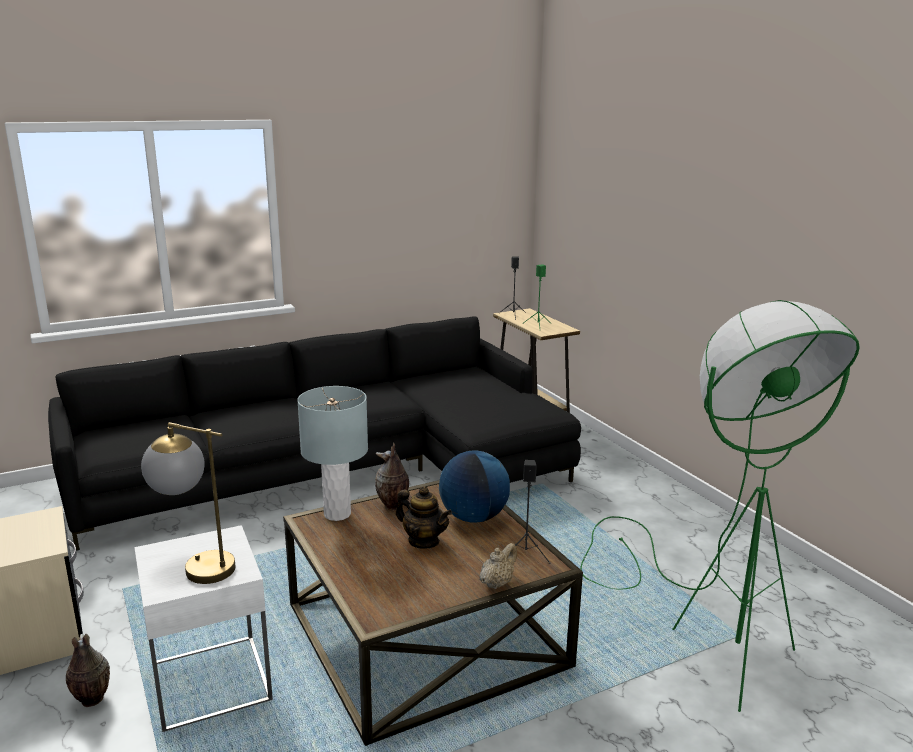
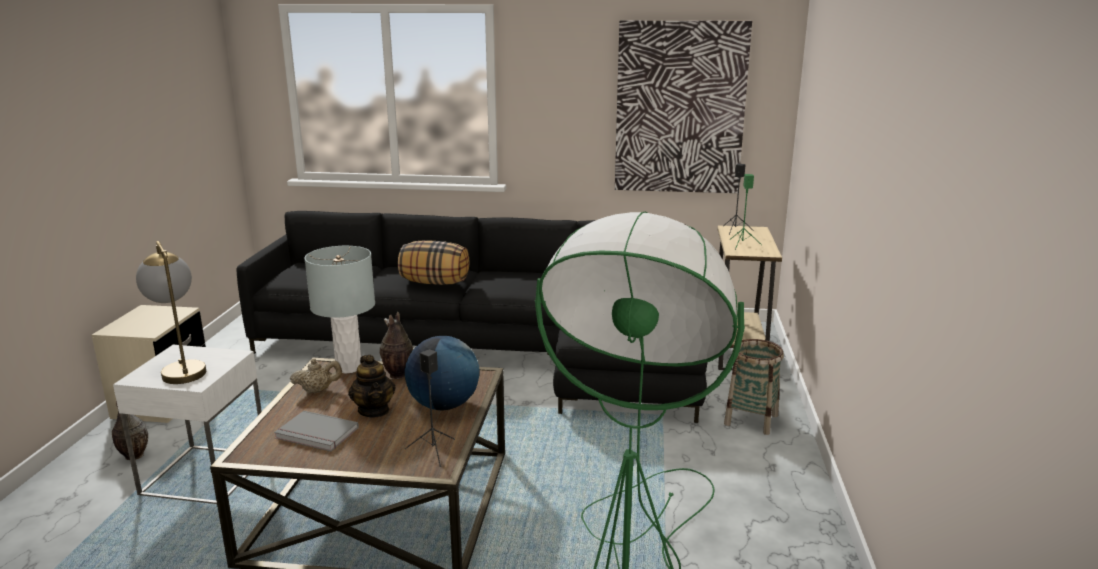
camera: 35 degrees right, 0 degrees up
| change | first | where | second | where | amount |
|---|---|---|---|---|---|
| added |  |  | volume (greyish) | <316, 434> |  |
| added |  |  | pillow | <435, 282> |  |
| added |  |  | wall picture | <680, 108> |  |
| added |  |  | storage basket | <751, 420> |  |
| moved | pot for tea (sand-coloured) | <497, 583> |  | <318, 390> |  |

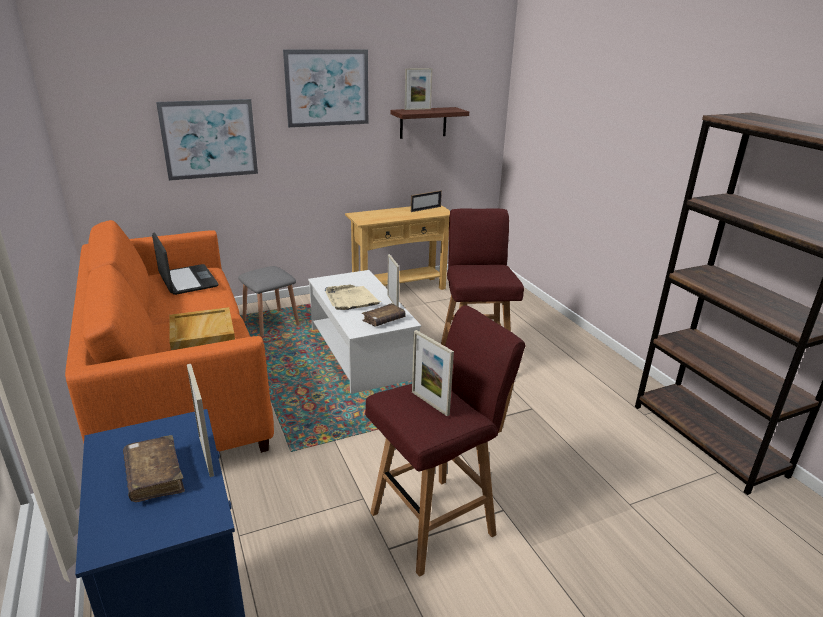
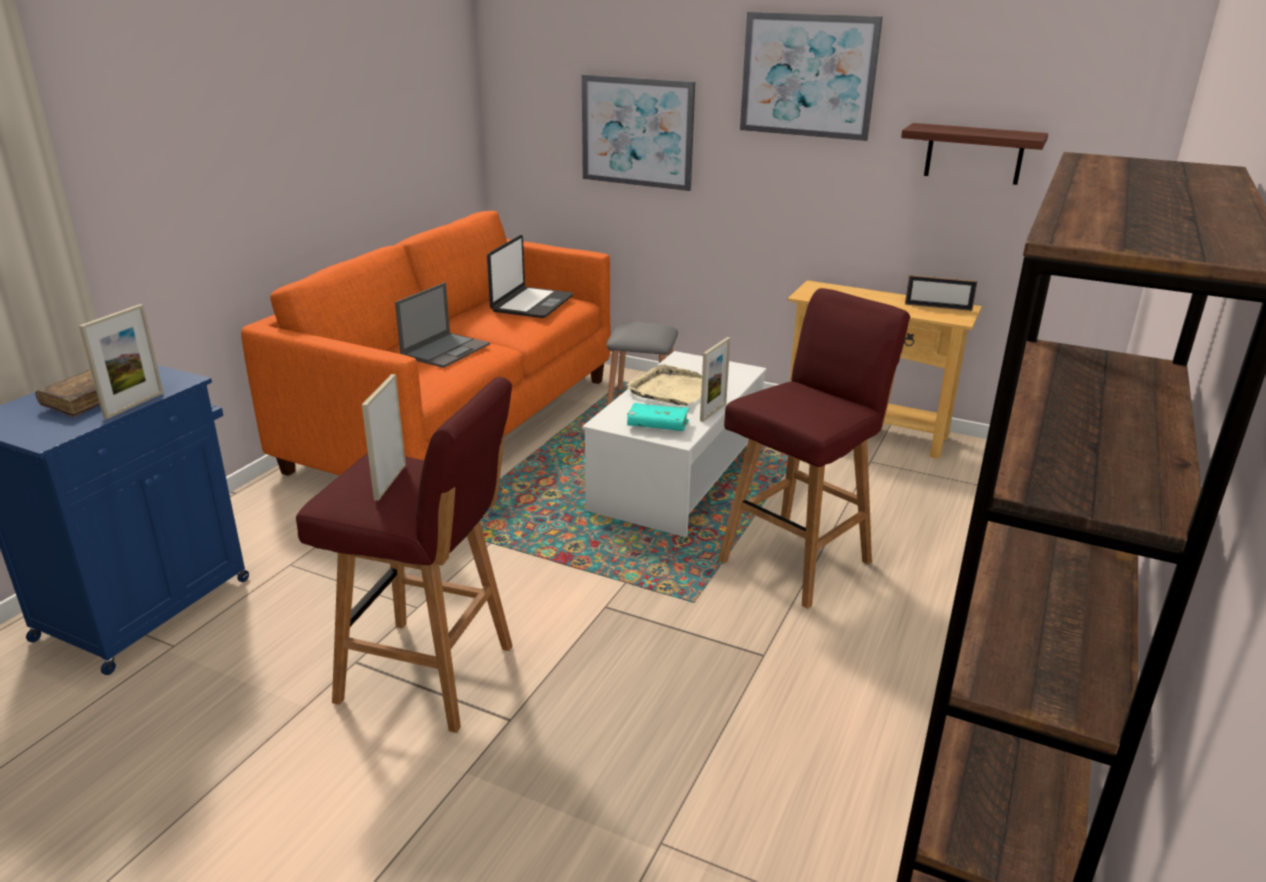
camera: 50 degrees right, 0 degrees up
| change | first | where | second | where | amount |
|---|---|---|---|---|---|
| removed | photo frame | <417, 109> |  |  |  |
| replaced | carrying tray (sand-coloured) | <201, 330> | laptop | <446, 350> |  |
| recoloured | volume (brown) | <383, 320> | volume (blue-green) | <657, 425> |  |

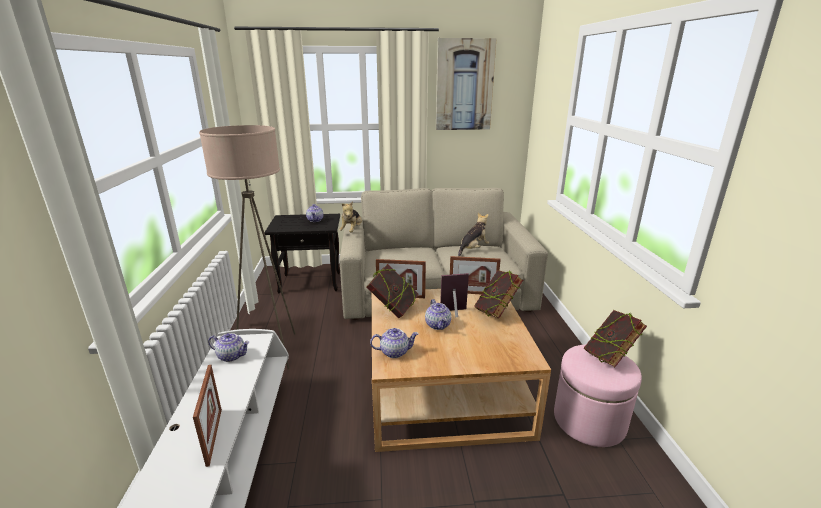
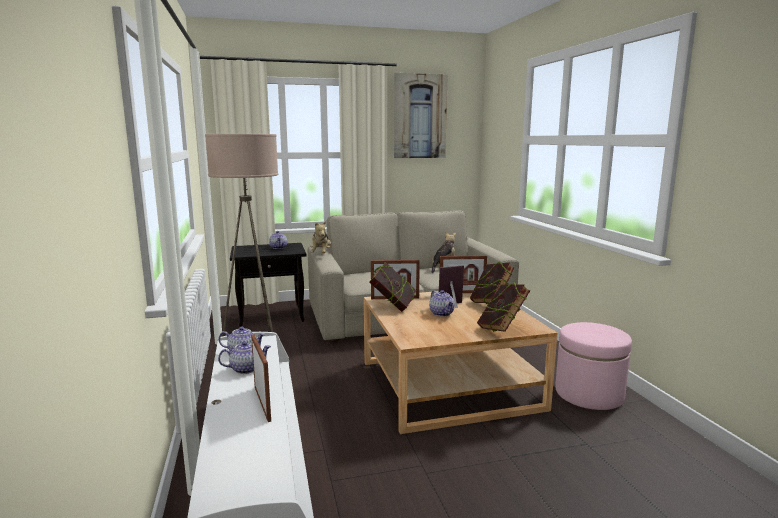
camera: 10 degrees left, 10 degrees down
| change | first | where | second | where | amount |
|---|---|---|---|---|---|
| moved | pot for tea | <394, 352> |  | <246, 369> |  |
| moved | volume | <609, 358> |  | <501, 330> |  |

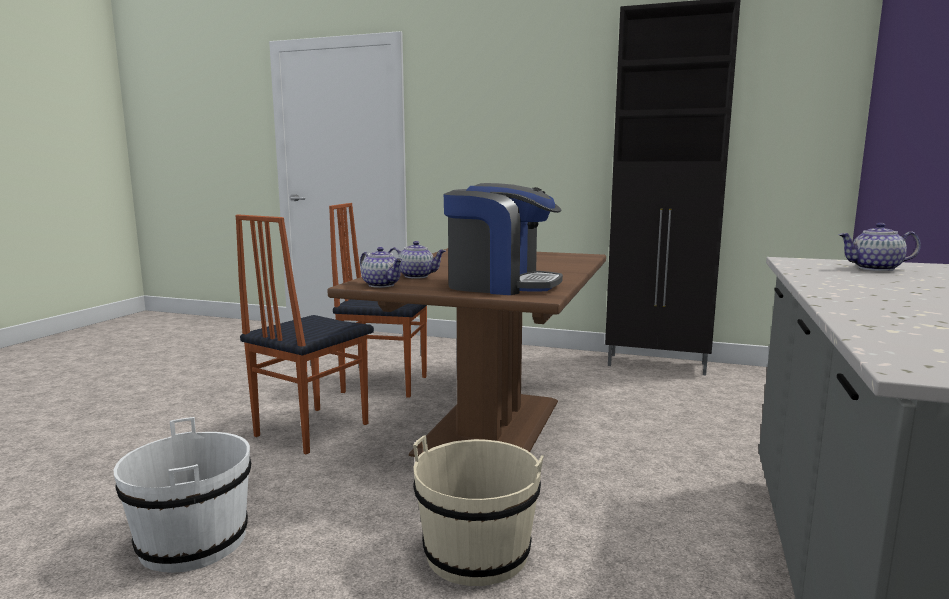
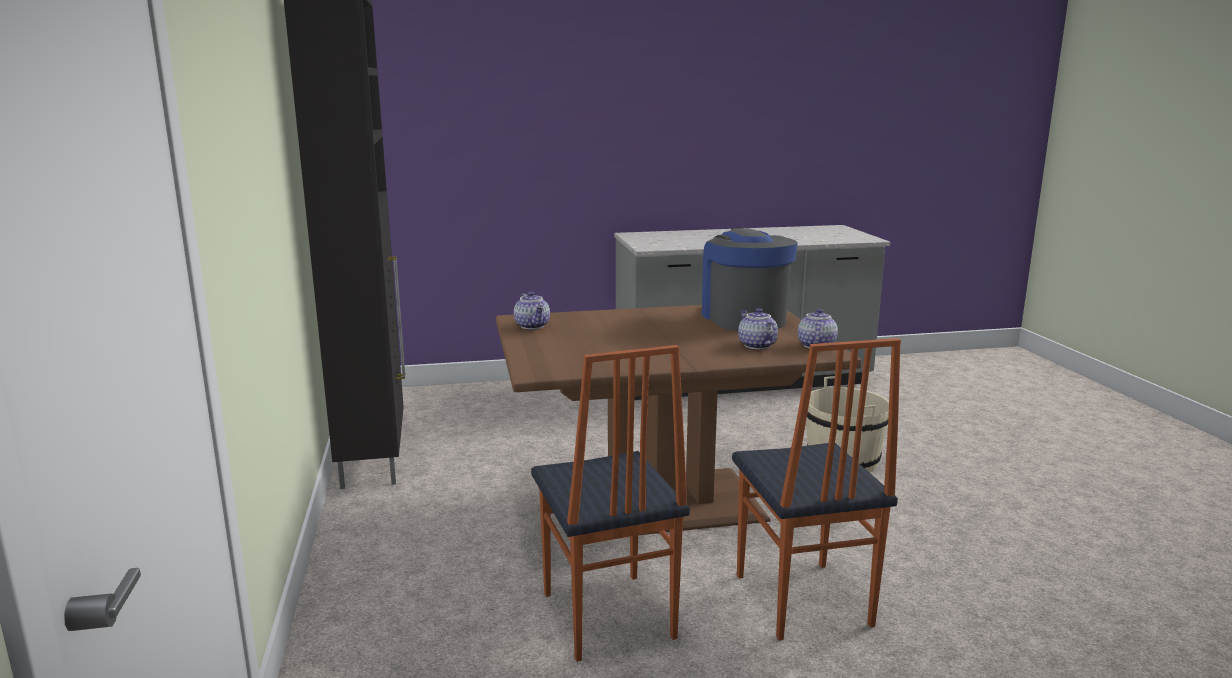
camera: 120 degrees left, 5 degrees up
| change | first | where | second | where | amount |
|---|---|---|---|---|---|
| removed | pail (whitish) | <193, 542> |  |  |  |
| moved | pot for tea | <875, 269> |  | <533, 326> |  |
| turned | upright chair | <310, 430> |  | <800, 601> | 75 degrees clockwise |

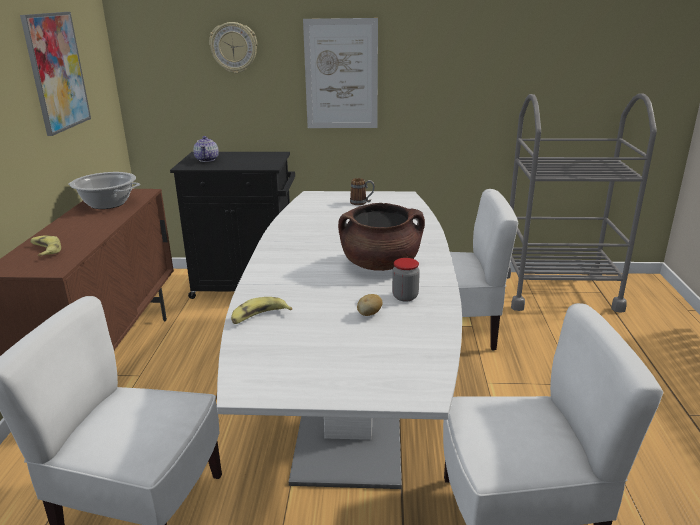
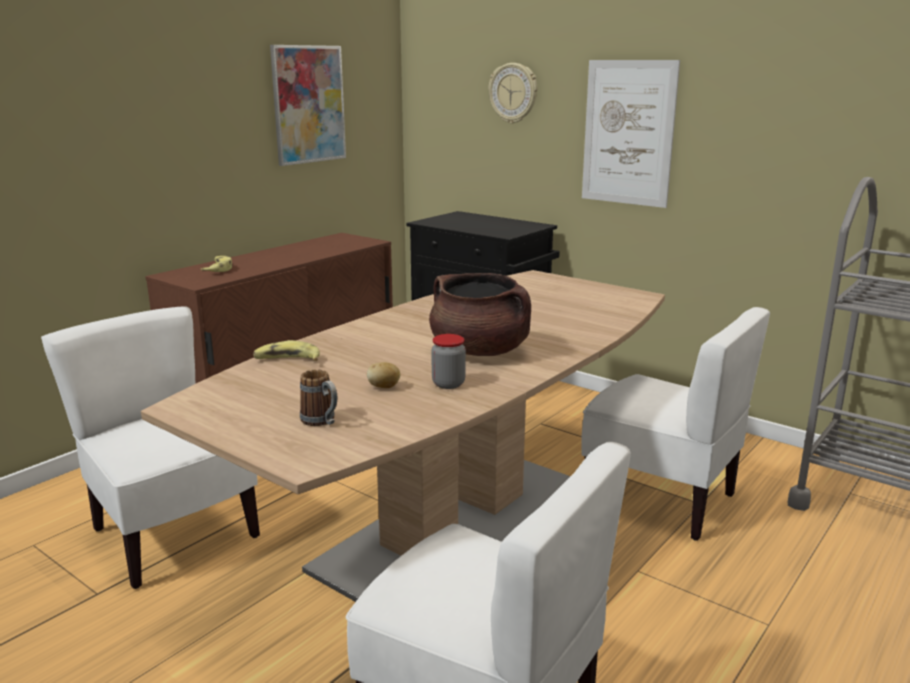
camera: 35 degrees right, 5 degrees down
| change | first | where | second | where | amount |
|---|---|---|---|---|---|
| removed | stockpot | <107, 204> |  |  |  |
| removed | pot for tea | <207, 159> |  |  |  |
| moved | mug | <362, 203> |  | <322, 422> |  |
| recoloured | dinner table (whitish) | <352, 399> | dinner table (brown) | <455, 523> |  |

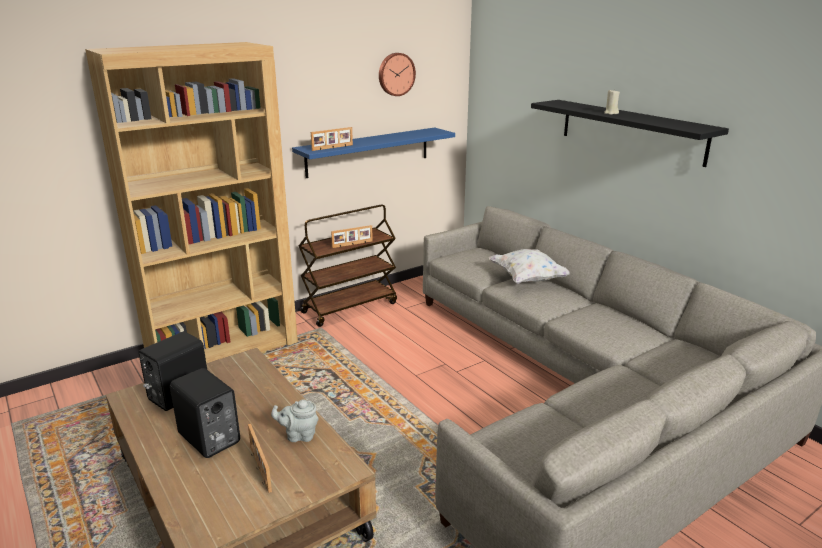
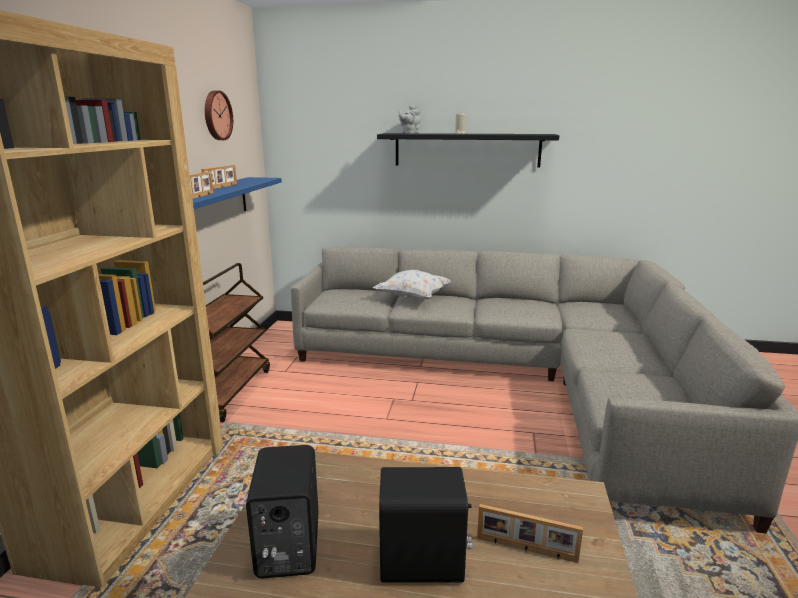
camera: 45 degrees left, 5 degrees down
| change | first | where | second | where | amount |
|---|---|---|---|---|---|
| moved | pot for tea (greyish) | <299, 435> |  | <409, 133> |  |
| moved | photo frame | <352, 244> |  | <221, 187> |  |

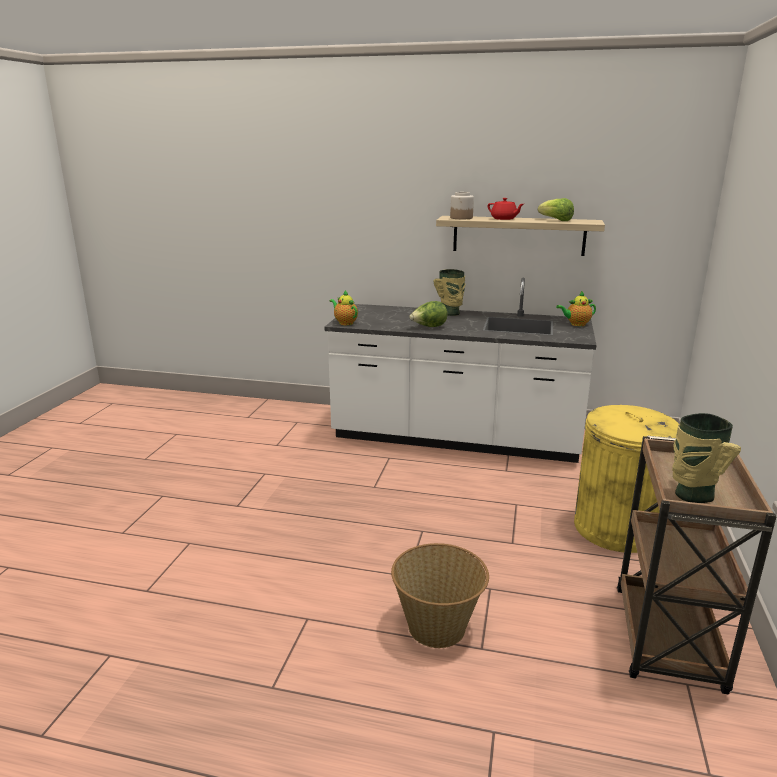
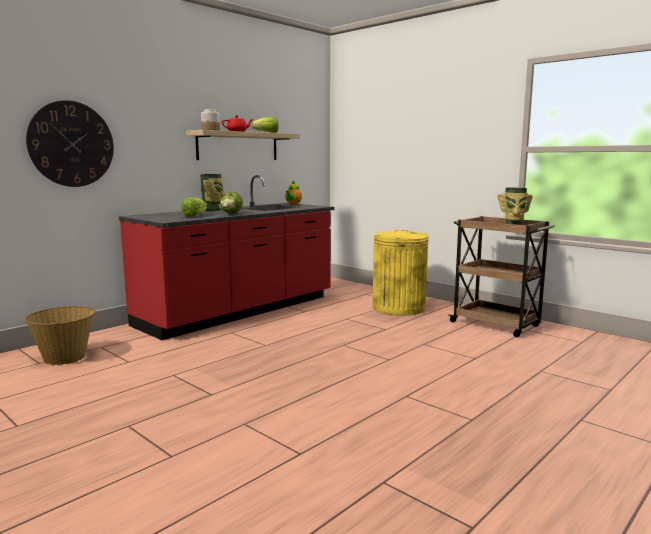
camera: 60 degrees left, 10 degrees down
| change | first | where | second | where | amount |
|---|---|---|---|---|---|
| removed | pot for tea | <345, 323> |  |  |  |
| added |  |  | wall clock | <71, 144> |  |
| added |  |  | lettuce | <194, 216> |  |
| moved | storage basket | <438, 626> |  | <65, 357> |  |
| recoloured | kitchen counter (whitish) | <455, 437> | kitchen counter (red) | <239, 311> |  |

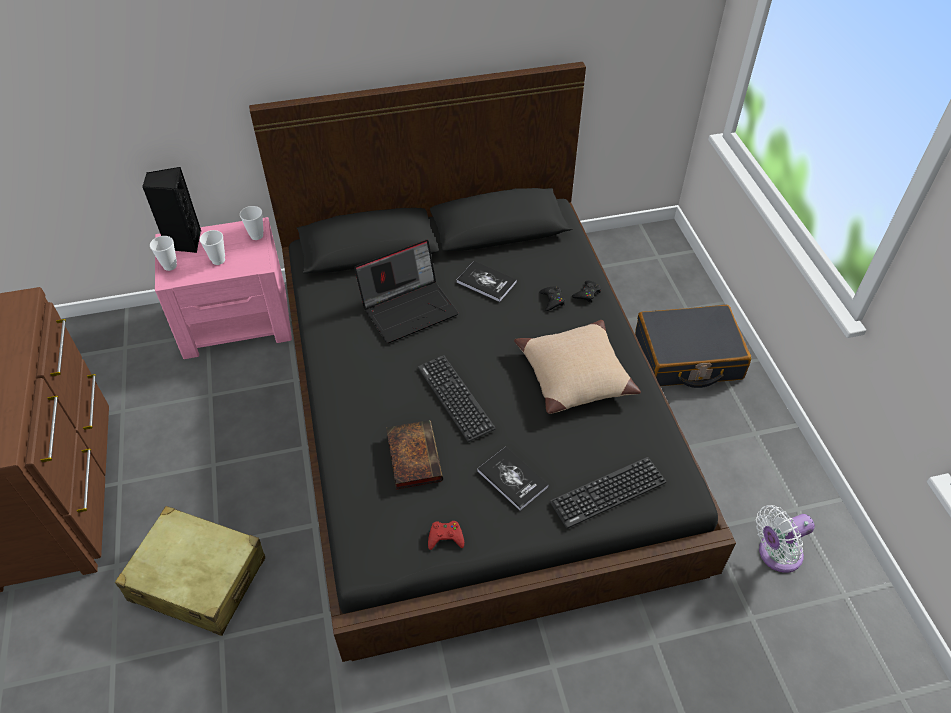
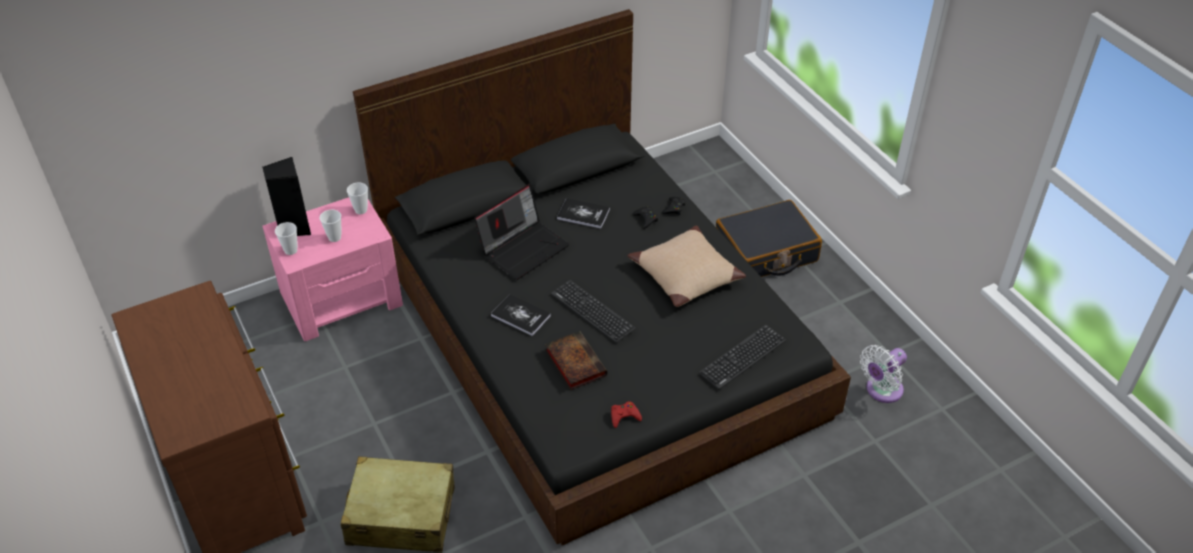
camera: 15 degrees left, 5 degrees down
| change | first | where | second | where | amount |
|---|---|---|---|---|---|
| moved | volume | <512, 479> |  | <520, 316> |  |

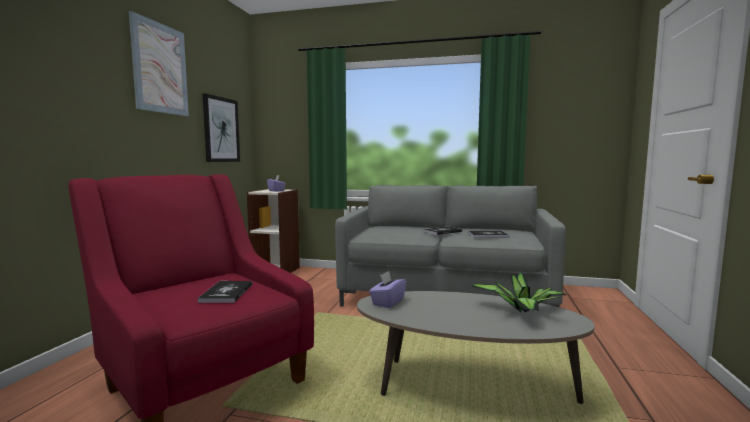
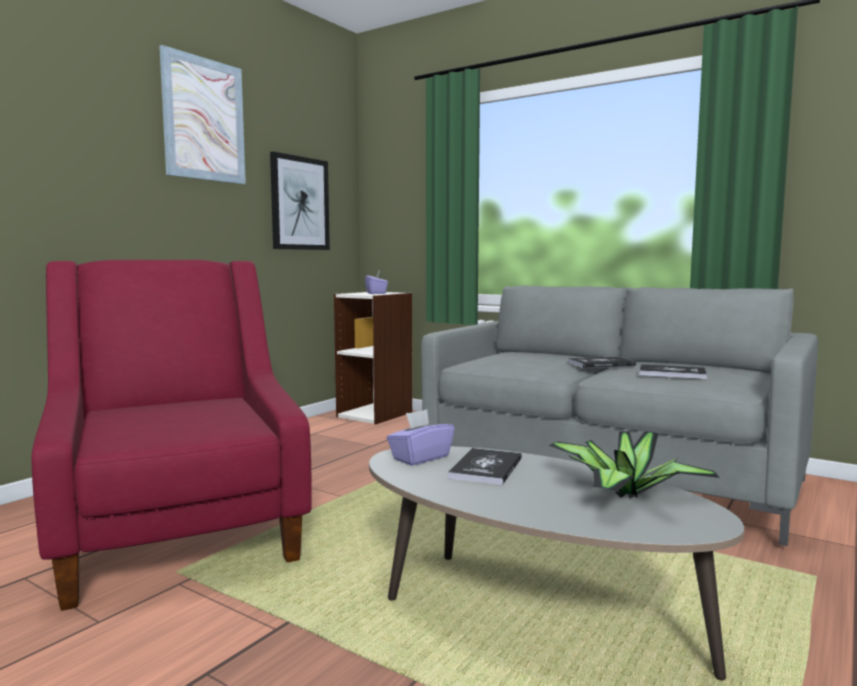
camera: 20 degrees right, 0 degrees up
| change | first | where | second | where | amount |
|---|---|---|---|---|---|
| moved | volume | <226, 293> |  | <486, 468> |  |

